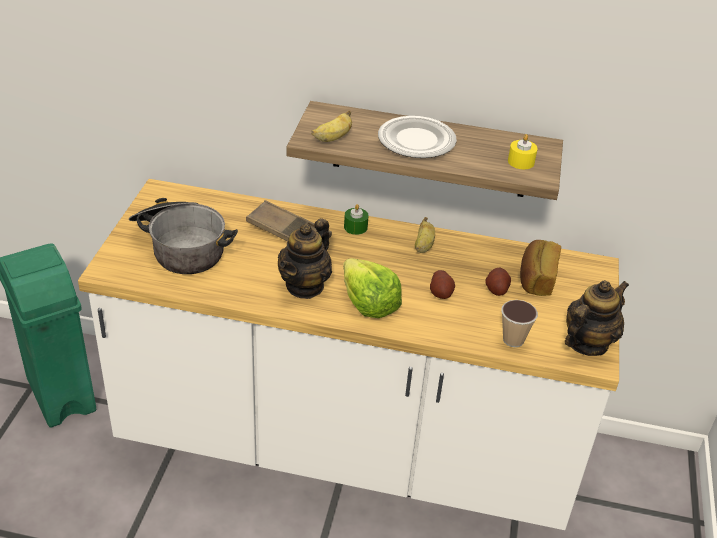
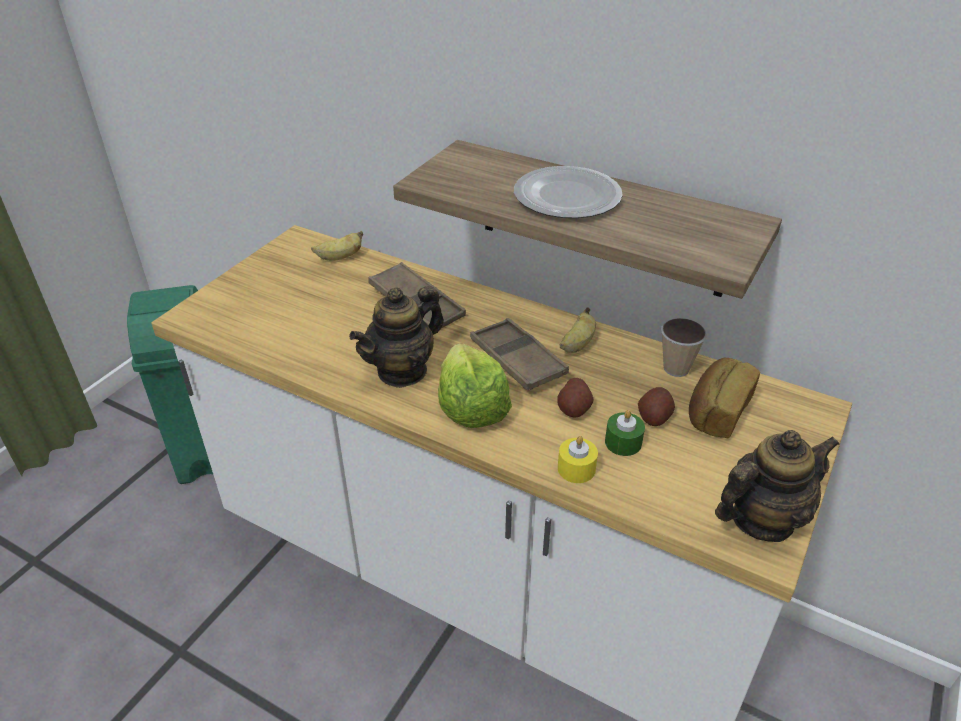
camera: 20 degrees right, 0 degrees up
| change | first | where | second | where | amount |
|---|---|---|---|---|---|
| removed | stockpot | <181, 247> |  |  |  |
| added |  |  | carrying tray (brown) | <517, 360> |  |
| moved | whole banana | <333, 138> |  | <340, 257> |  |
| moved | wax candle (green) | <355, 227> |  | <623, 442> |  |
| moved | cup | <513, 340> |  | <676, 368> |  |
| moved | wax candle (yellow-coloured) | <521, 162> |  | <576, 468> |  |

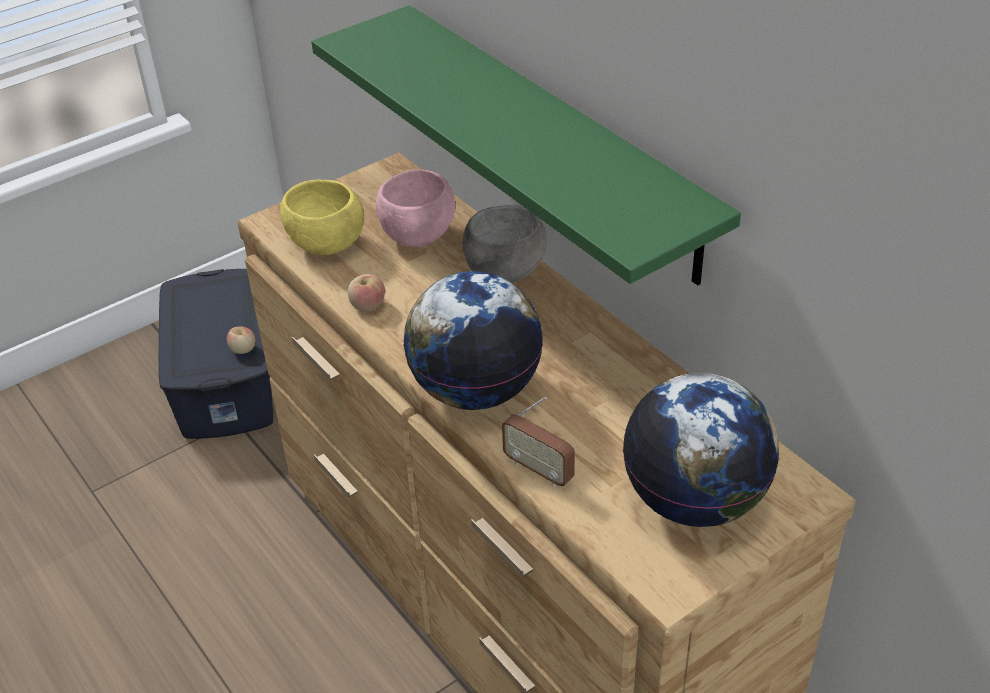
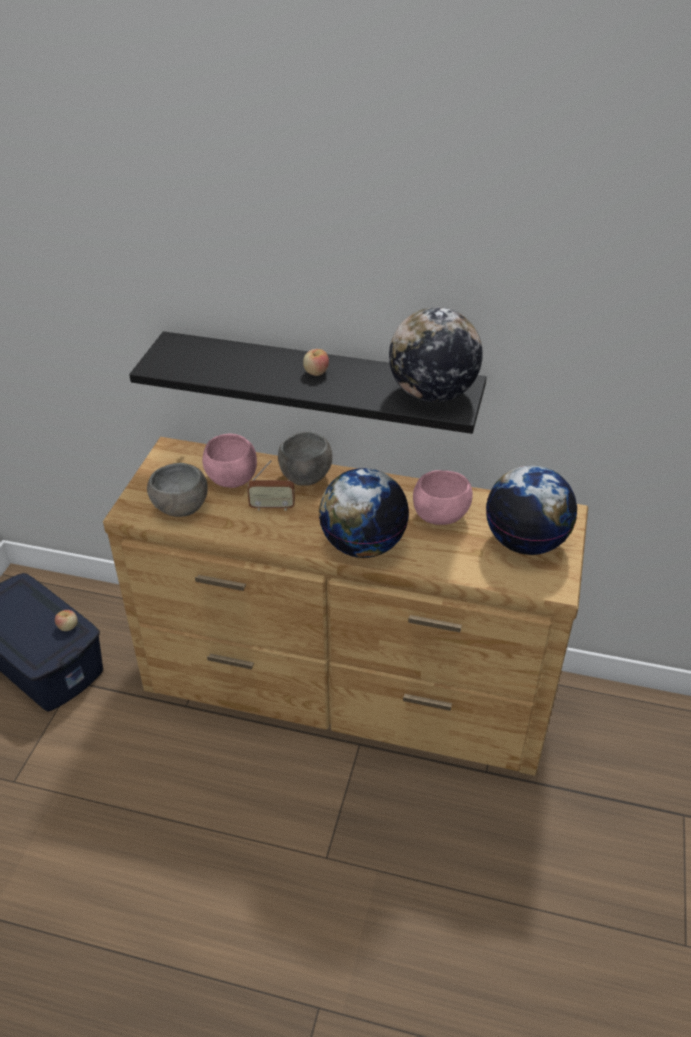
camera: 40 degrees left, 0 degrees up
| change | first | where | second | where | amount |
|---|---|---|---|---|---|
| added |  |  | globe | <432, 394> |  |
| added |  |  | bowl (pink) | <439, 516> |  |
| moved | apple fruit | <367, 305> |  | <316, 372> |  |
| moved | radio | <538, 470> |  | <272, 507> |  |
| recoloured | bowl (yellow-coloured) | <327, 245> | bowl (greyish) | <182, 508> |  |
| recoloured | shelf (green) | <554, 140> | shelf (black-coloured) | <319, 381> |  |

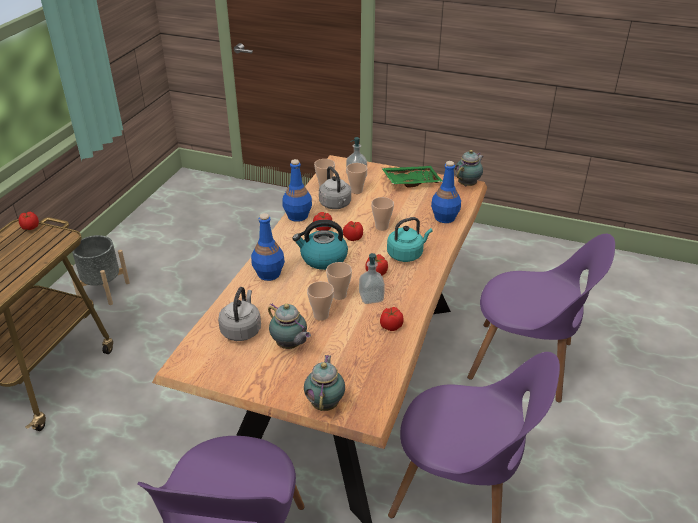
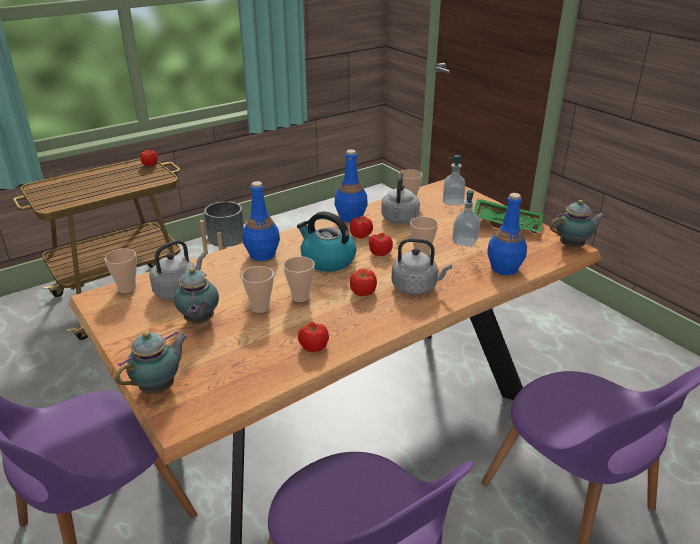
camera: 35 degrees right, 5 degrees down
| change | first | where | second | where | amount |
|---|---|---|---|---|---|
| moved | cup | <356, 191> |  | <127, 288> |  |
| moved | soap bottle | <371, 298> |  | <464, 241> |  |
| recoloured | kettle (blue-green) | <406, 254> | kettle (greyish) | <416, 287> |  |

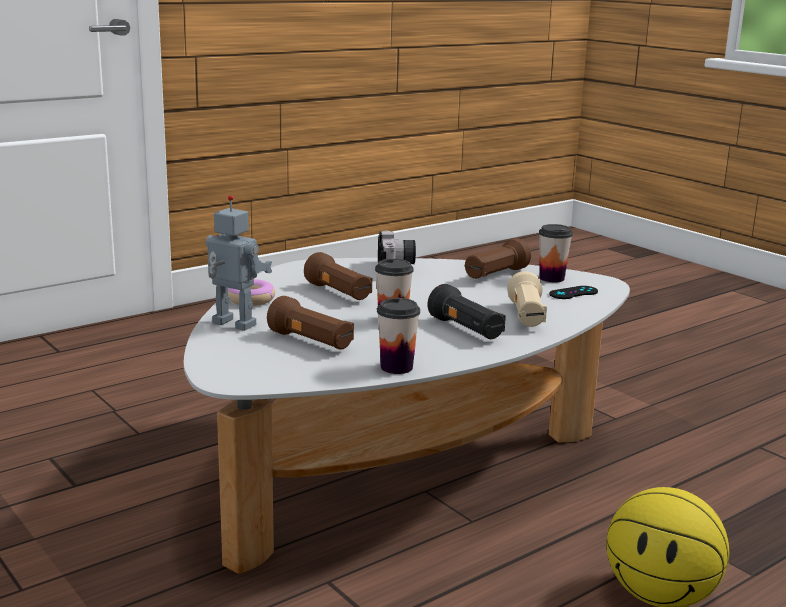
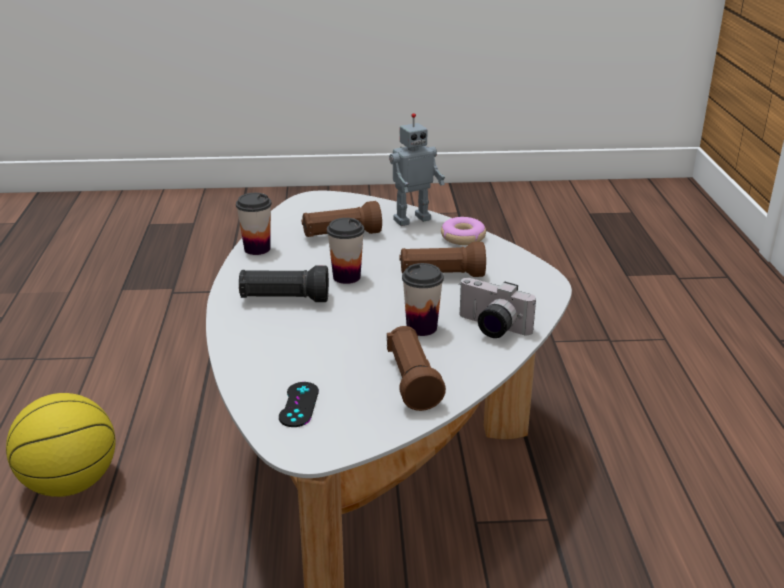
camera: 125 degrees right, 10 degrees up
| change | first | where | second | where | amount |
|---|---|---|---|---|---|
| removed | flashlight (sand-coloured) | <526, 317> |  |  |  |
| moved | cup | <551, 278> |  | <421, 327> |  |

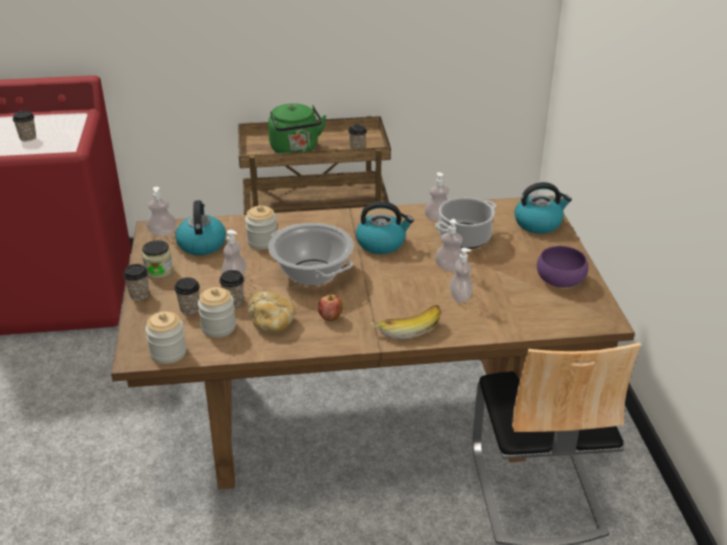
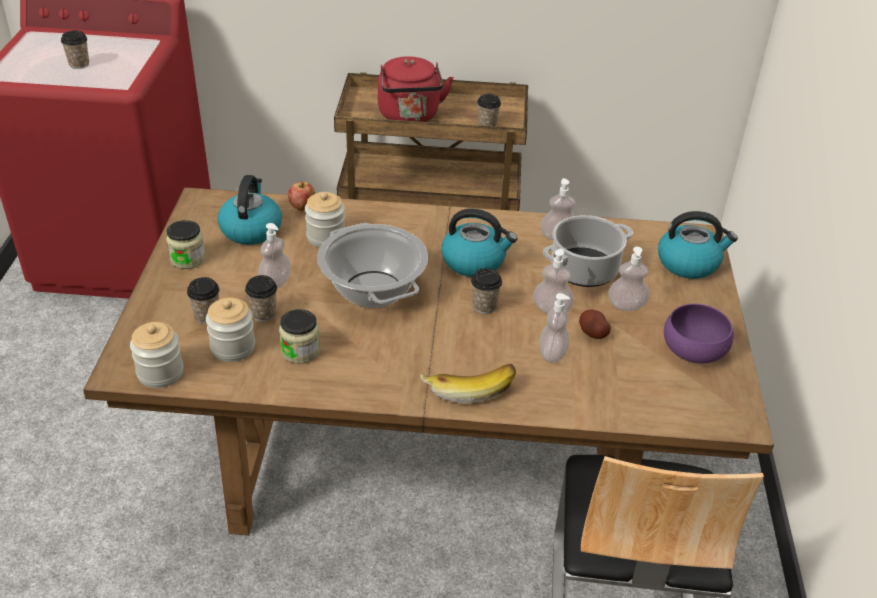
camera: 10 degrees right, 5 degrees up
| change | first | where | second | where | amount |
|---|---|---|---|---|---|
| added |  |  | spud | <592, 333> |  |
| moved | cup | <139, 294> |  | <484, 306> |  |
| moved | soap bottle | <162, 232> |  | <626, 305> |  |
| moved | apple fruit | <330, 317> |  | <302, 207> |  |
| replaced | bread | <272, 322> | preserve jar | <300, 351> |  |
| recoloured | kettle (green) | <295, 150> | kettle (red) | <410, 117> |  |

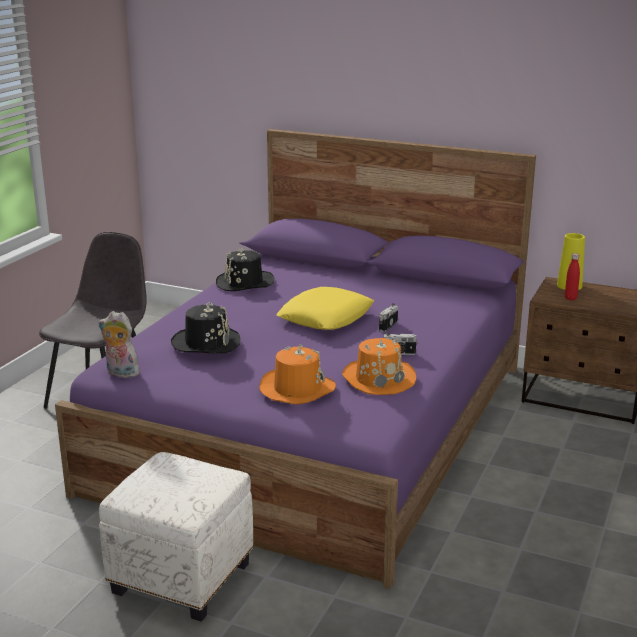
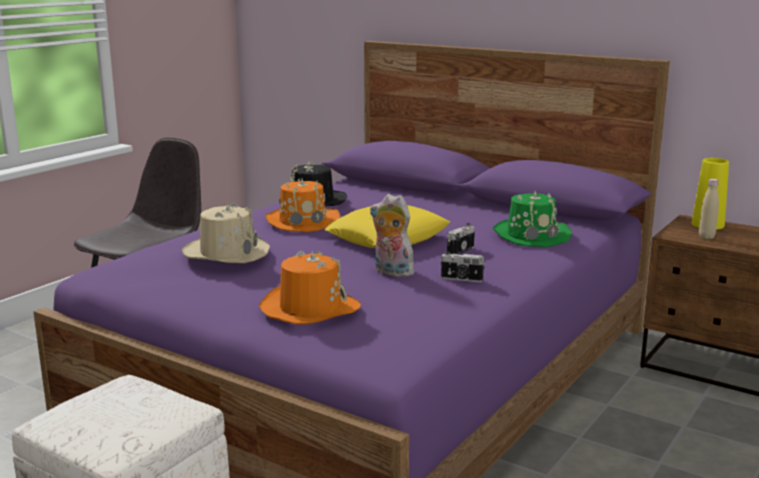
camera: 10 degrees right, 5 degrees down
| change | first | where | second | where | amount |
|---|---|---|---|---|---|
| added |  |  | clothing hat (green) | <531, 235> |  |
| moved | plush toy | <120, 373> |  | <391, 272> |  |
| moved | clothing hat (orange-coloured) | <378, 379> |  | <303, 221> |  |
| recoloured | clothing hat (black-coloured) | <206, 343> | clothing hat (sand-coloured) | <226, 252> |  |
| recoloured | beverage bottle (red) | <570, 298> | beverage bottle (sand-coloured) | <706, 237> |  |

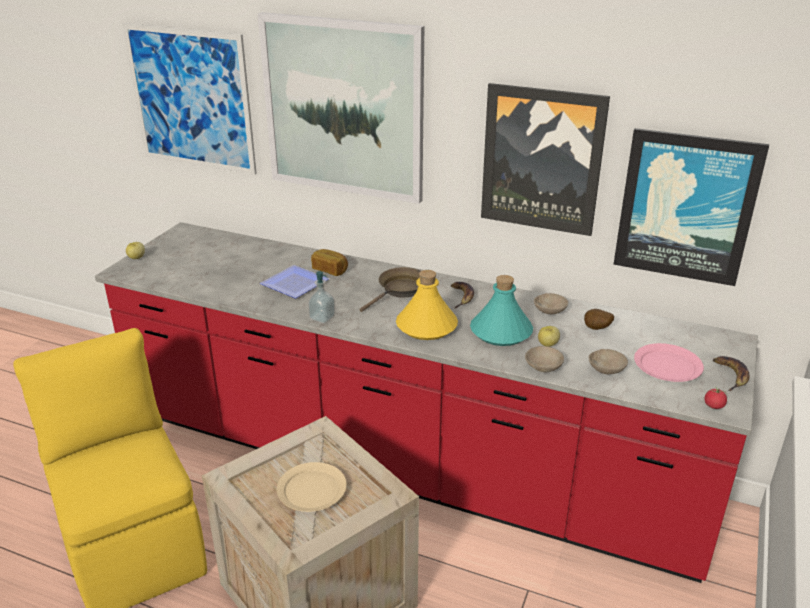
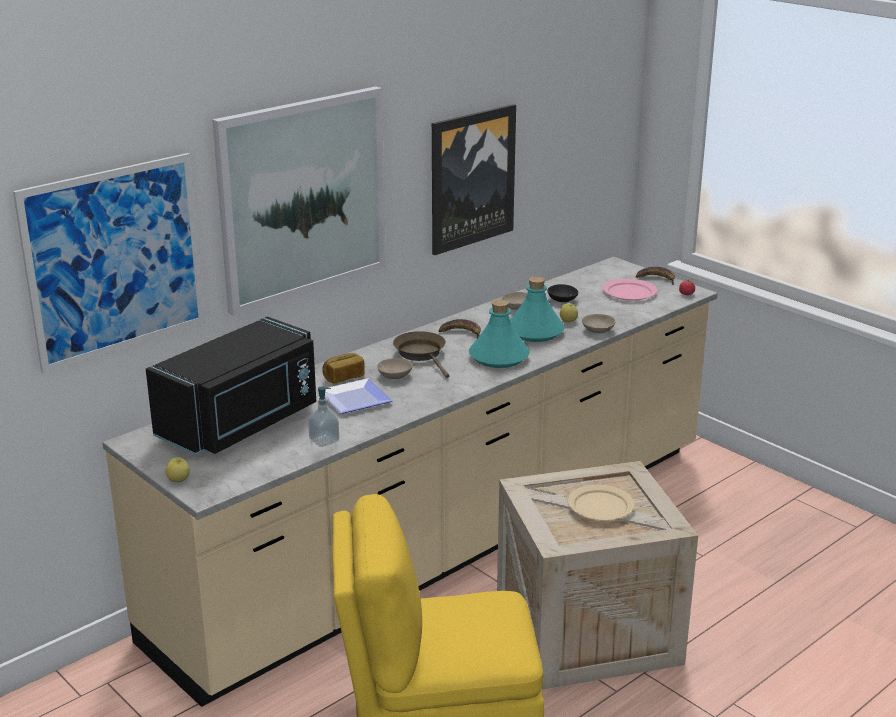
camera: 65 degrees left, 5 degrees down
| change | first | where | second | where | amount |
|---|---|---|---|---|---|
| removed | wall picture | <686, 207> |  |  |  |
| added |  |  | kitchen microwave (black-coloured) | <242, 423> |  |
| moved | soap bottle | <322, 318> |  | <324, 440> |  |
| moved | bowl (sand-coloured) | <607, 370> |  | <396, 376> |  |
| replaced | spud | <596, 329> | bowl (black-coloured) | <561, 299> |  |
| recoloured | kitchen counter (red) | <405, 463> | kitchen counter (sand-coloured) | <448, 541> |  |
| recoloured | beverage bottle (yellow-coloured) | <426, 327> | beverage bottle (blue-green) | <499, 357> |  |

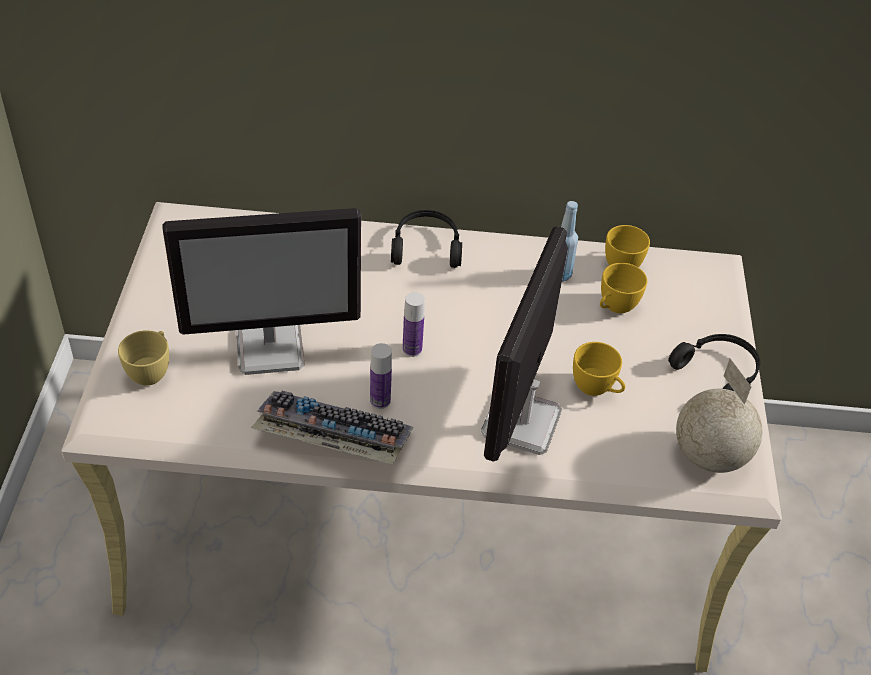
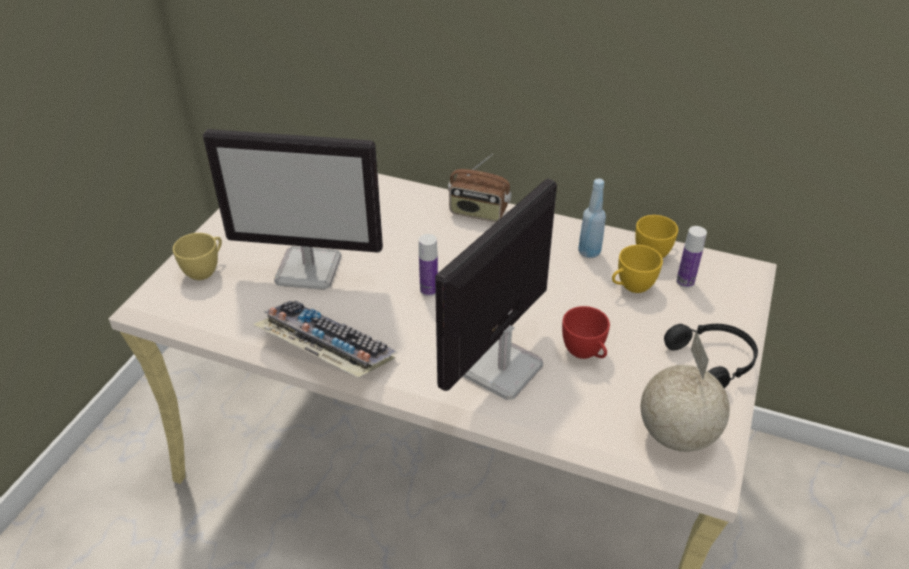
camera: 20 degrees right, 5 degrees down
| change | first | where | second | where | amount |
|---|---|---|---|---|---|
| moved | beverage bottle | <380, 401> |  | <685, 282> |  |
| replaced | headphones (black-coloured) | <426, 247> | radio | <478, 212> |  |
| recoloured | cup (yellow-coloured) | <596, 389> | cup (red) | <585, 353> |  |

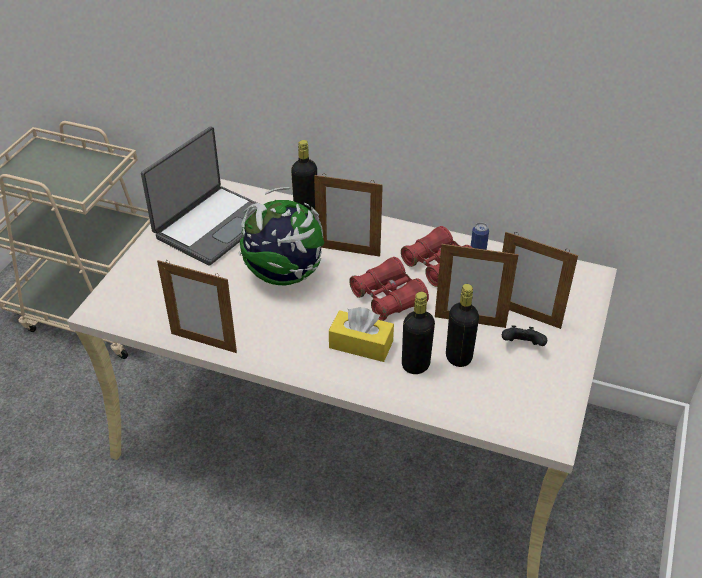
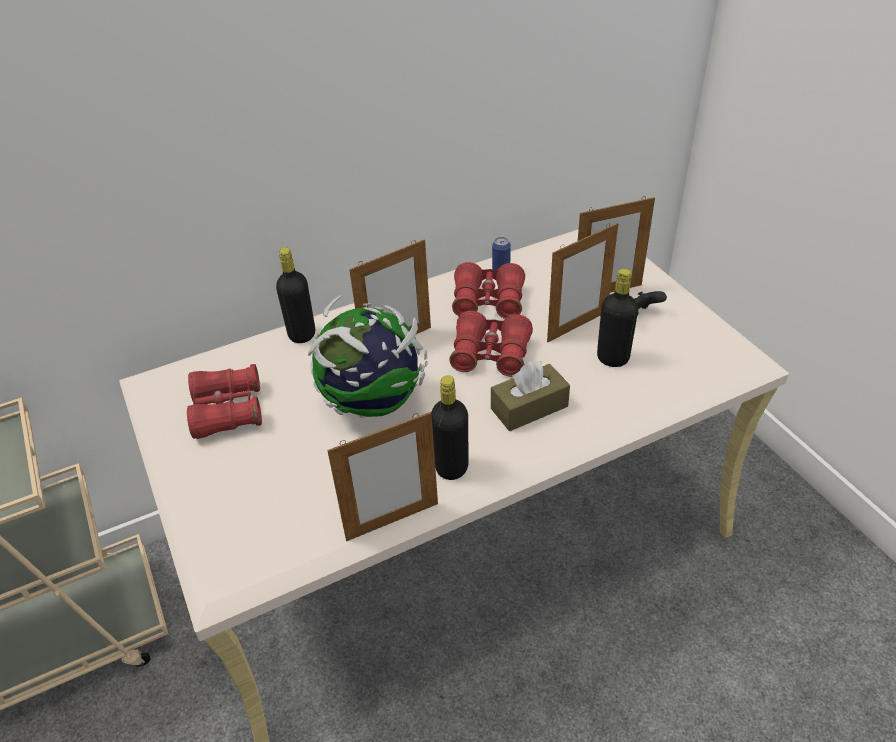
camera: 45 degrees left, 0 degrees up
| change | first | where | second | where | amount |
|---|---|---|---|---|---|
| moved | beverage bottle (black-coloured) | <415, 365> |  | <451, 467> |  |
| replaced | laptop | <213, 225> | pair of binoculars (red) | <227, 411> |  |
| recoloured | box of tissues (yellow-coloured) | <361, 344> | box of tissues (brown) | <529, 407> |  |

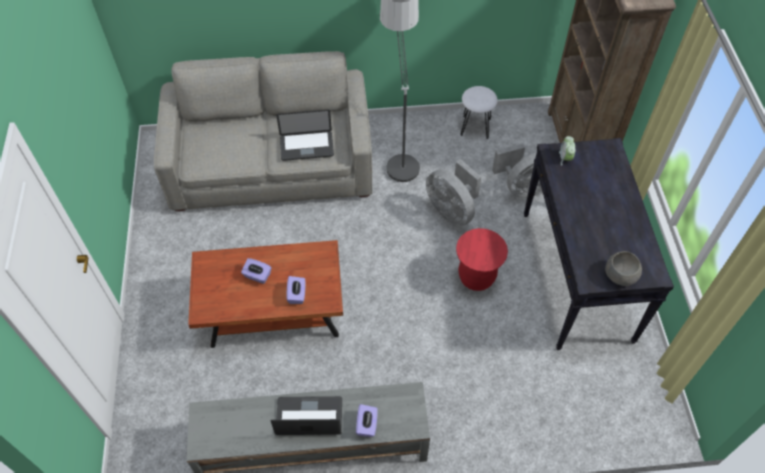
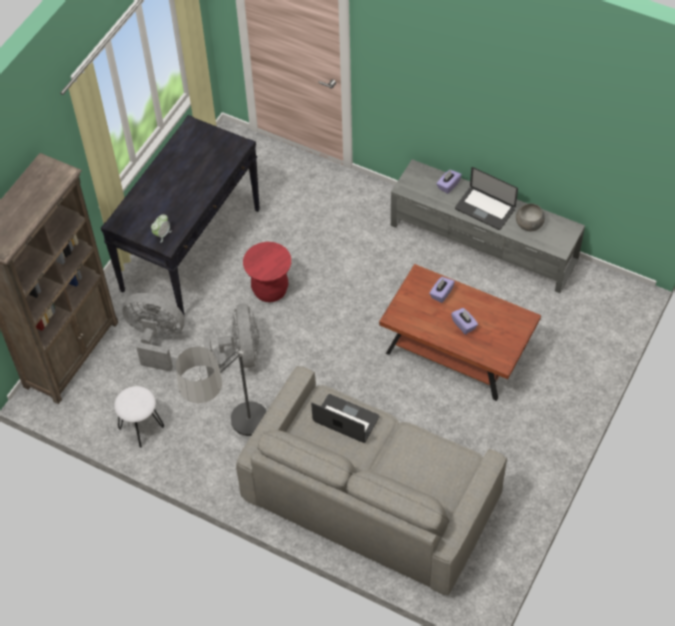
camera: 145 degrees left, 0 degrees up
| change | first | where | second | where | amount |
|---|---|---|---|---|---|
| moved | bowl (greyish) | <620, 275> |  | <529, 224> |  |

